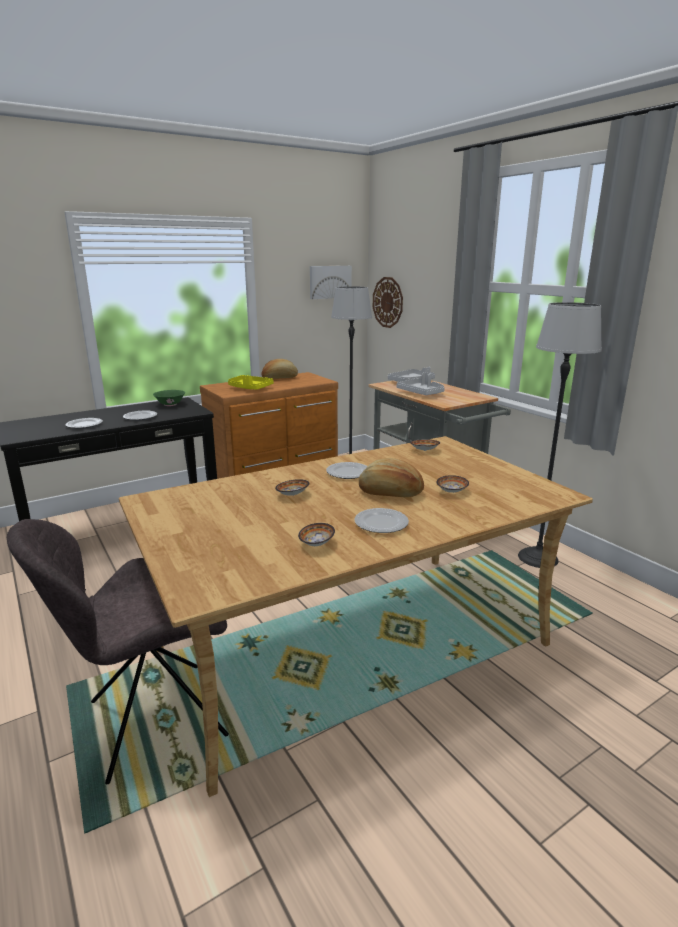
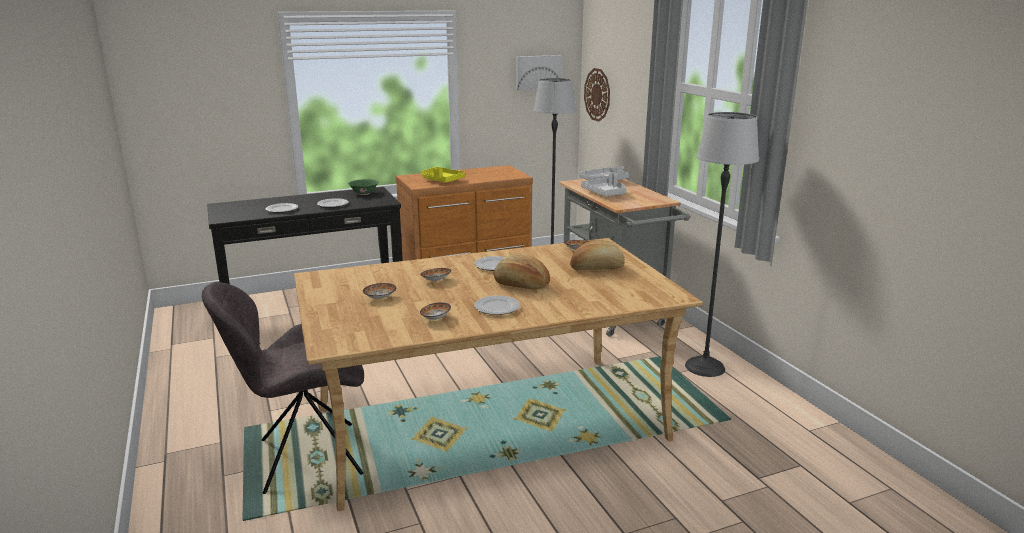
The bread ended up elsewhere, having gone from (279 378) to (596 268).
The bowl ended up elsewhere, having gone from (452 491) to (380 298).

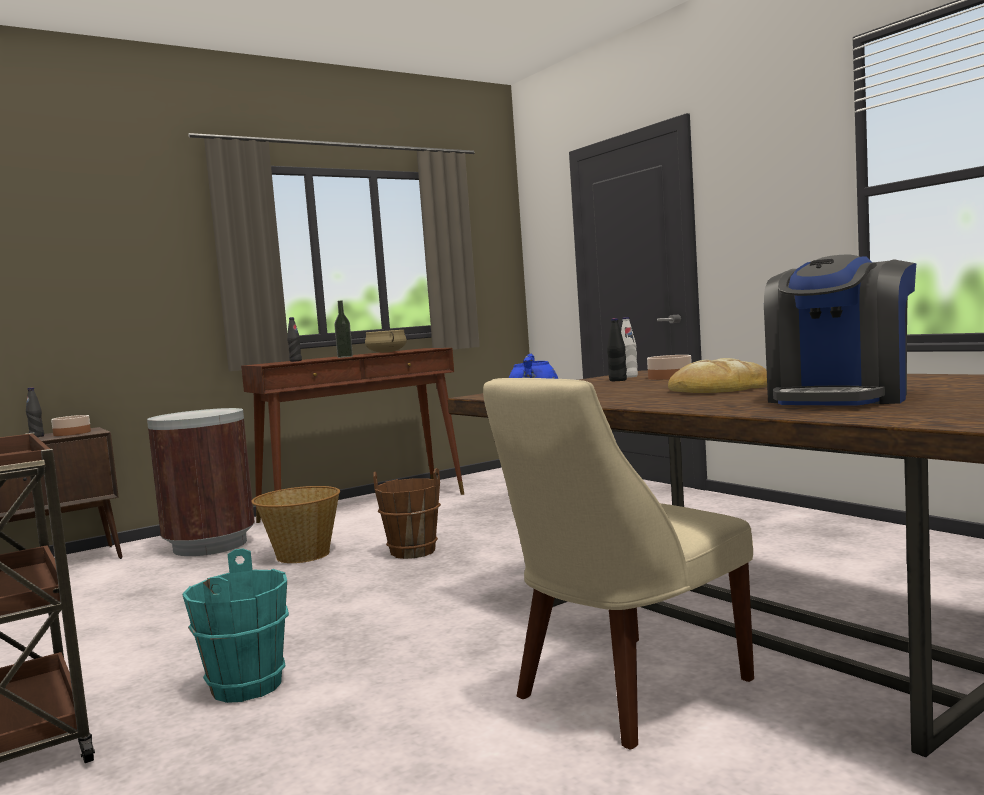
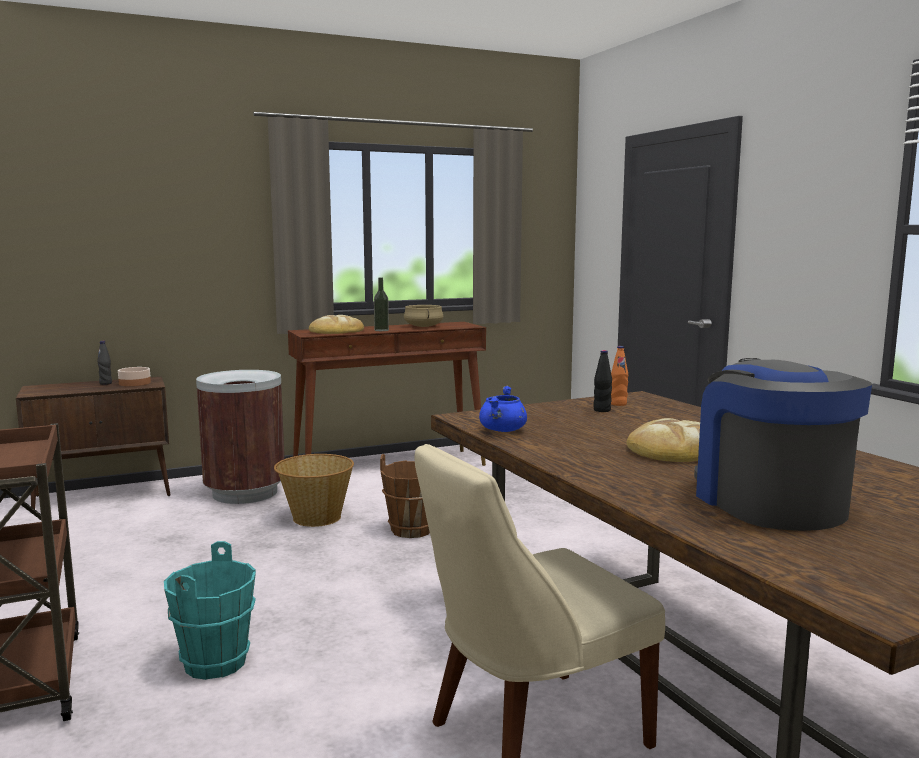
The coffee machine at (840 398) ended up facing another way, 120 degrees clockwise from before.
Where the bottle in black stood at (295 361), the bread came to stand at (335 331).
What was the bottle in white at (629 376) turned into the bottle in orange at (618 404).
The second view lost the bowl at (669 377).

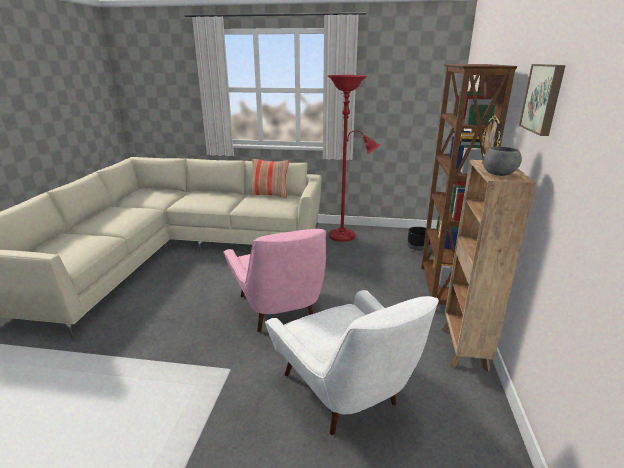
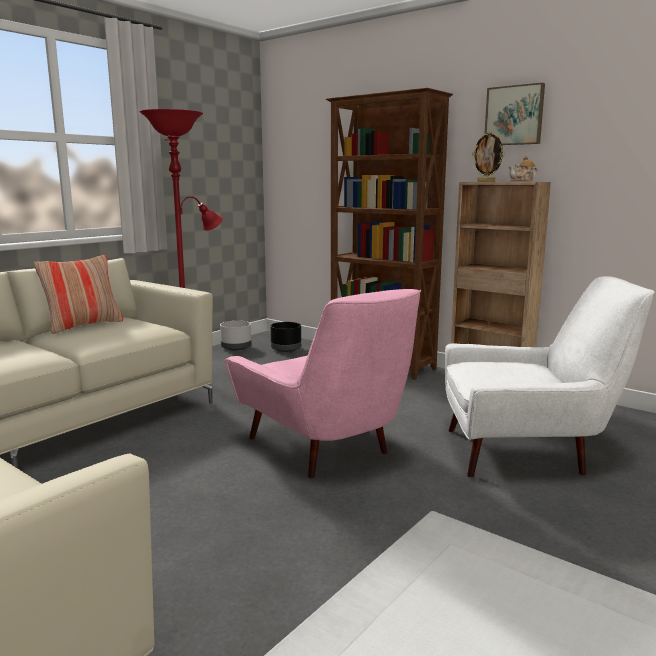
Where the bowl in grey stood at (499 175), the teapot came to stand at (522 181).
The armchair in pink at (280 312) ended up facing another way, 45 degrees clockwise from before.
The second view gained the planter in grey at (236 347).

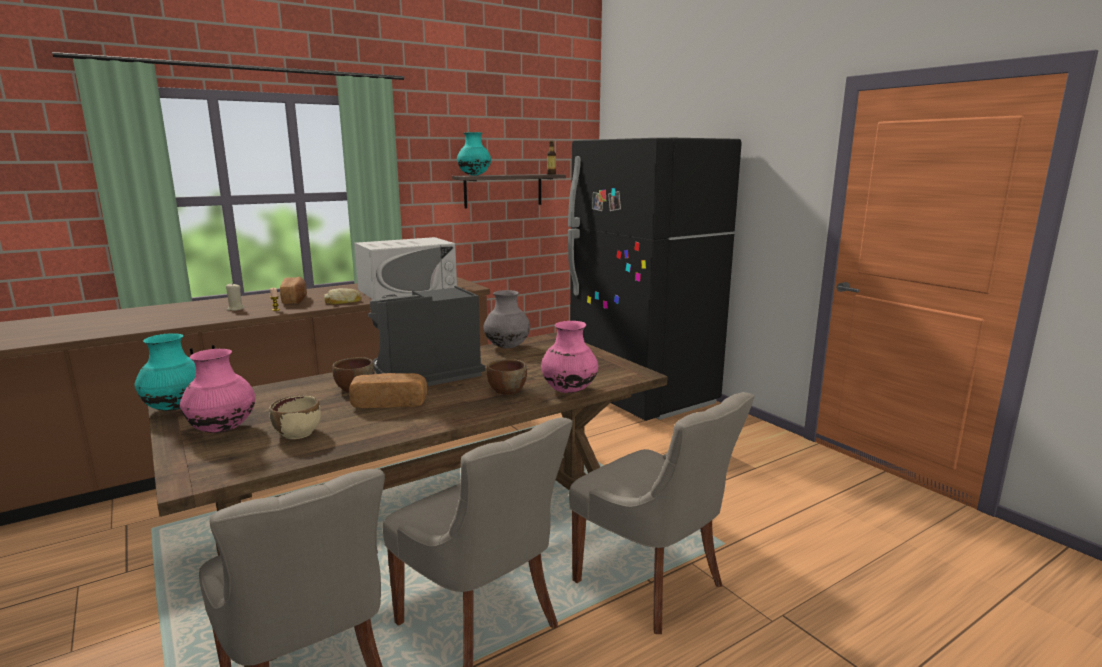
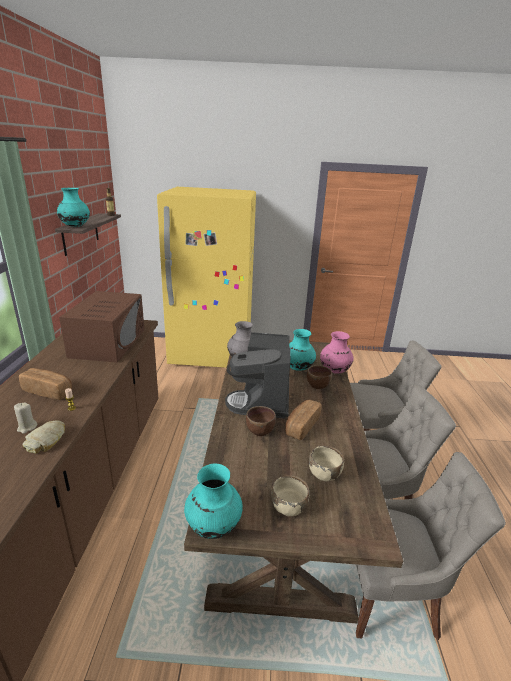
What was the fridge in black at (642 396) turned into the fridge in yellow at (211 355).
What was the microwave in white at (408 290) turned into the microwave in brown at (108 342).
The bread ended up elsewhere, having gone from (343 301) to (47 440).
Where the vase in pink stood at (223 429), the bowl in beige came to stand at (288 507).
The second view gained the vase in turquoise at (298 368).

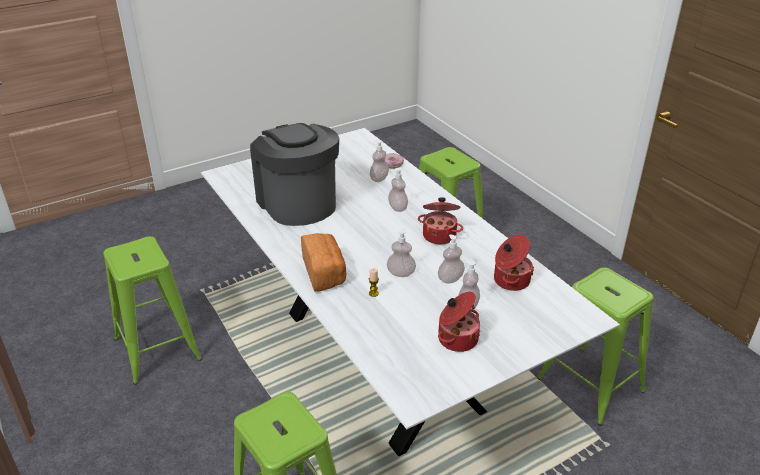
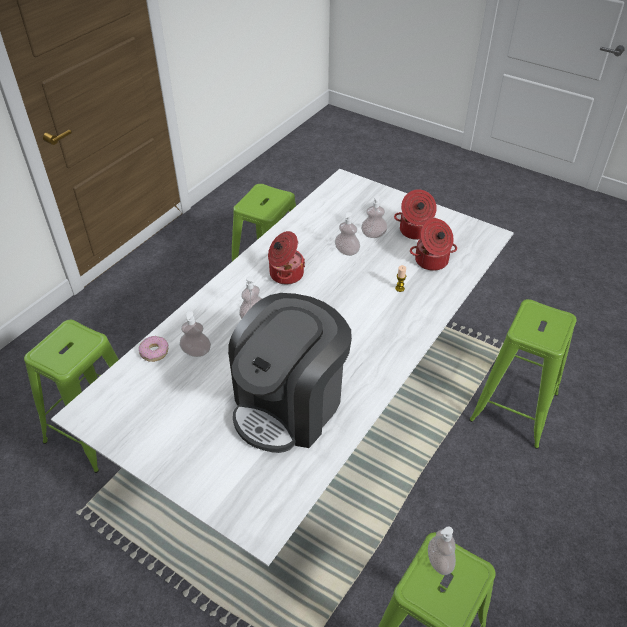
The soap dispenser ended up elsewhere, having gone from (401 273) to (439 561).
The second view lost the bread at (325 273).
The cooking pot ended up elsewhere, having gone from (510 280) to (431 261).

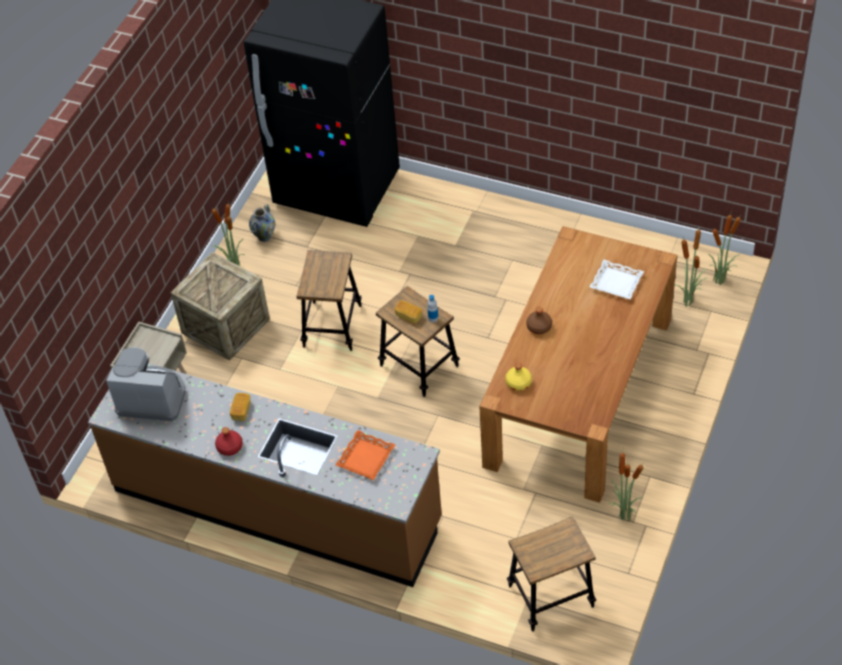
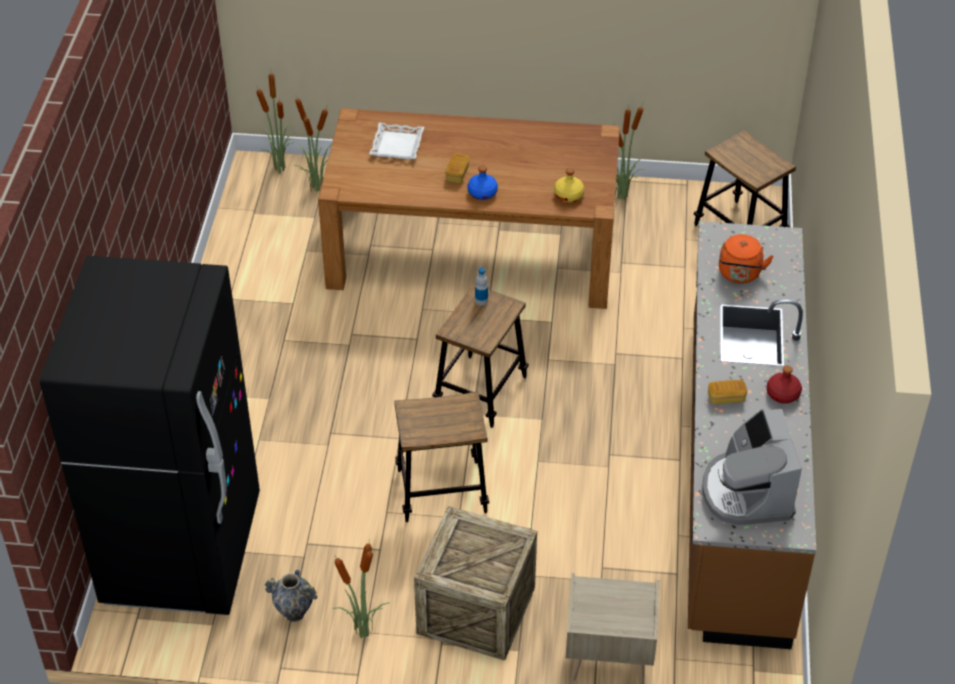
The bread ended up elsewhere, having gone from (409 316) to (457 174).
What was the bottle in brown at (539 327) turned into the bottle in blue at (483 193).
Where the tray in orange stood at (365 458), the kettle in orange came to stand at (739 274).

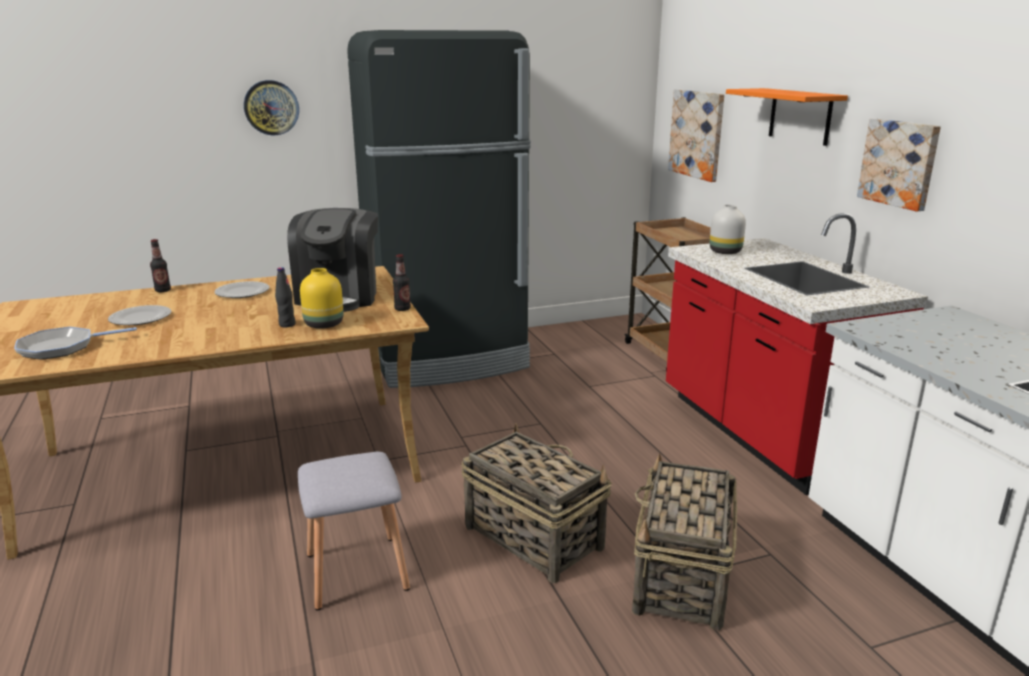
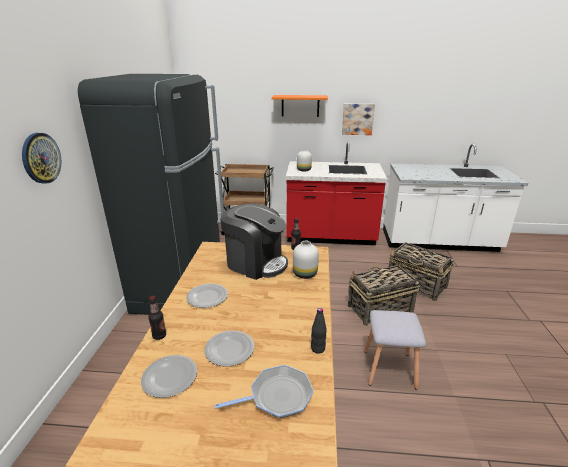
The second view lost the picture at (697 134).
The bottle in black ended up elsewhere, having gone from (287 324) to (318 349).
What was the vase in yellow at (325 324) turned into the vase in white at (305 273).
The frying pan at (62 347) ended up facing another way, 105 degrees counterclockwise from before.
The second view gained the plate at (169 377).

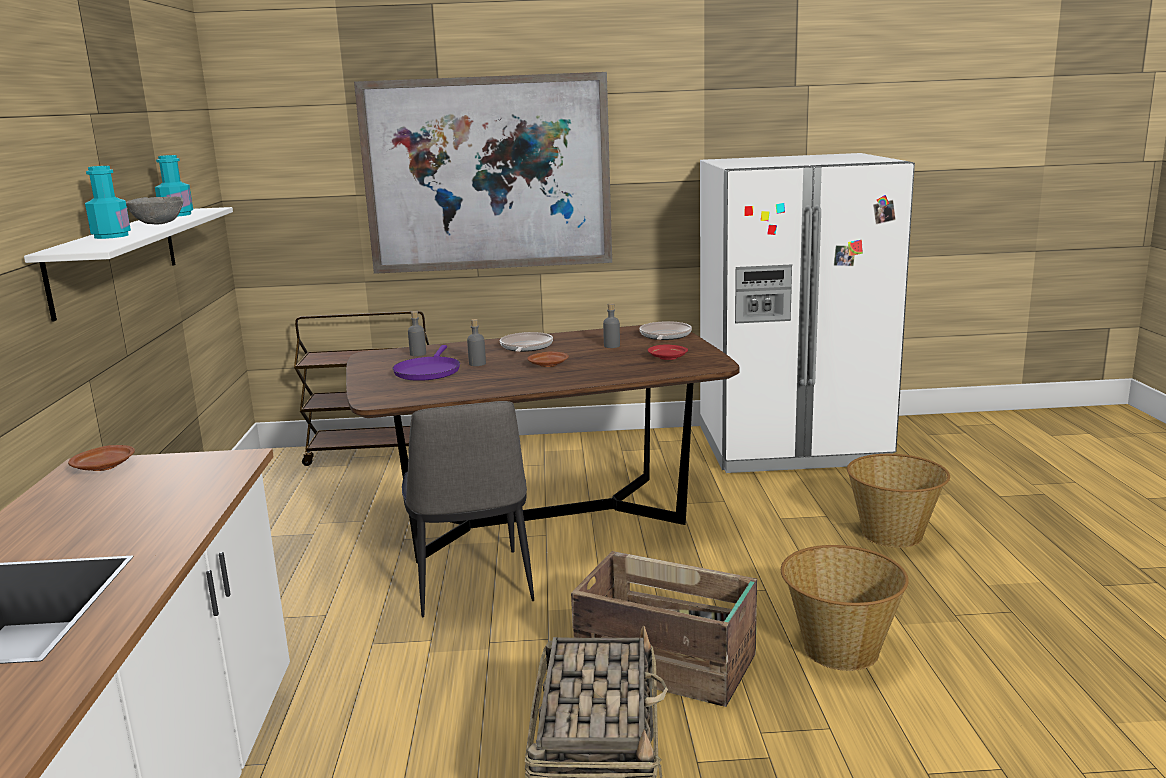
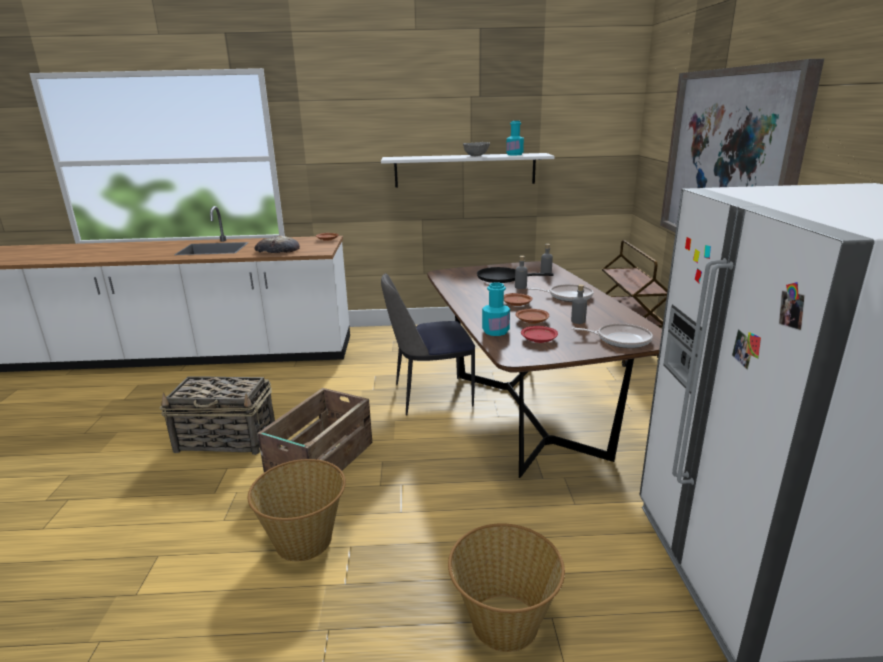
The bottle in turquoise ended up elsewhere, having gone from (111 236) to (495 331).
What was the frying pan in purple at (428 371) turned into the frying pan in black at (502 278).
The second view gained the bread at (277 250).
The second view gained the plate in brown at (531 321).

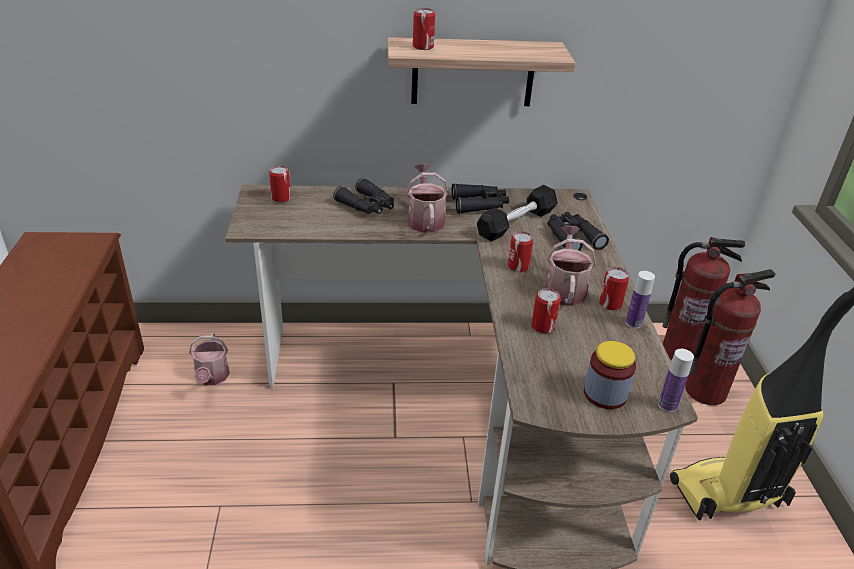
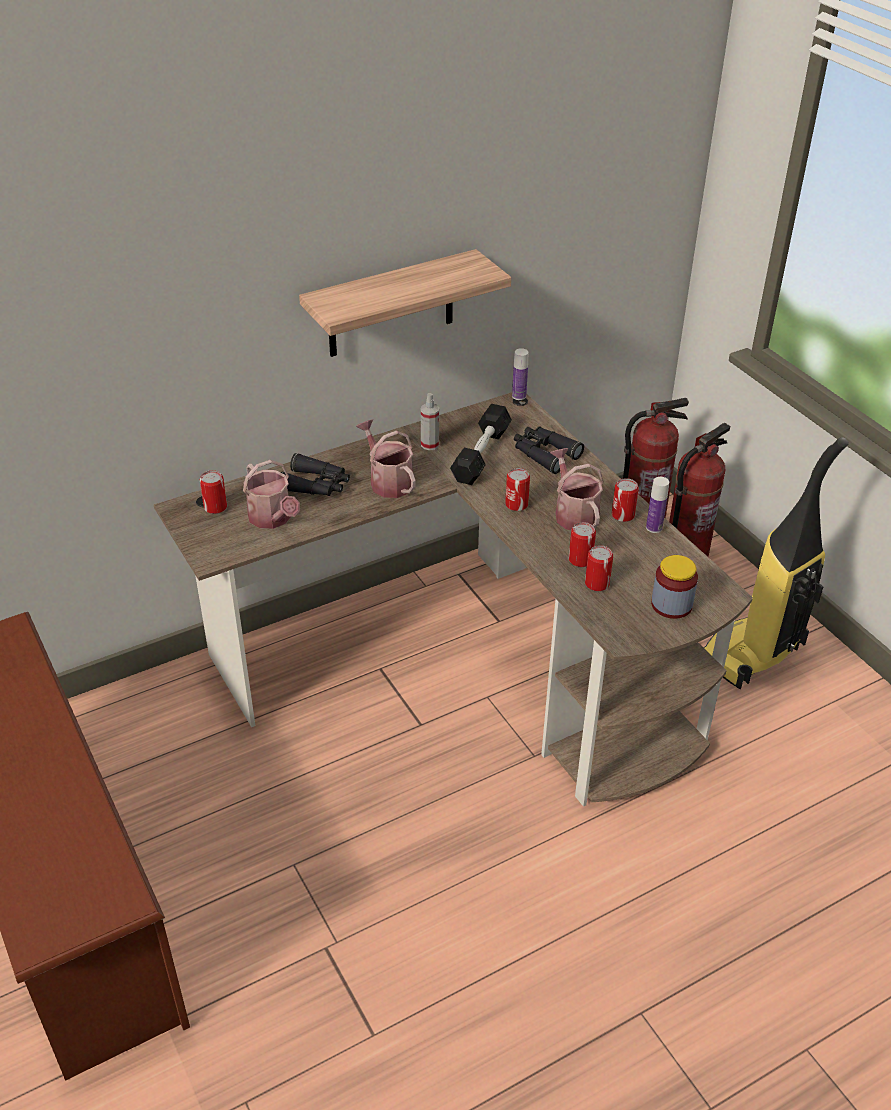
The can ended up elsewhere, having gone from (423 47) to (597 583).
Where the binoculars in black stood at (480 205), the spray bottle came to stand at (430 444).
The watering can ended up elsewhere, having gone from (211 377) to (273 519).
The bottle ended up elsewhere, having gone from (667 405) to (519 396).

